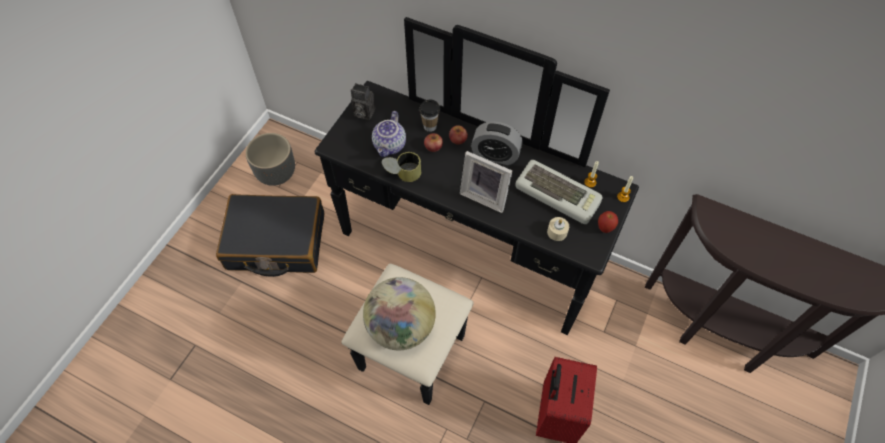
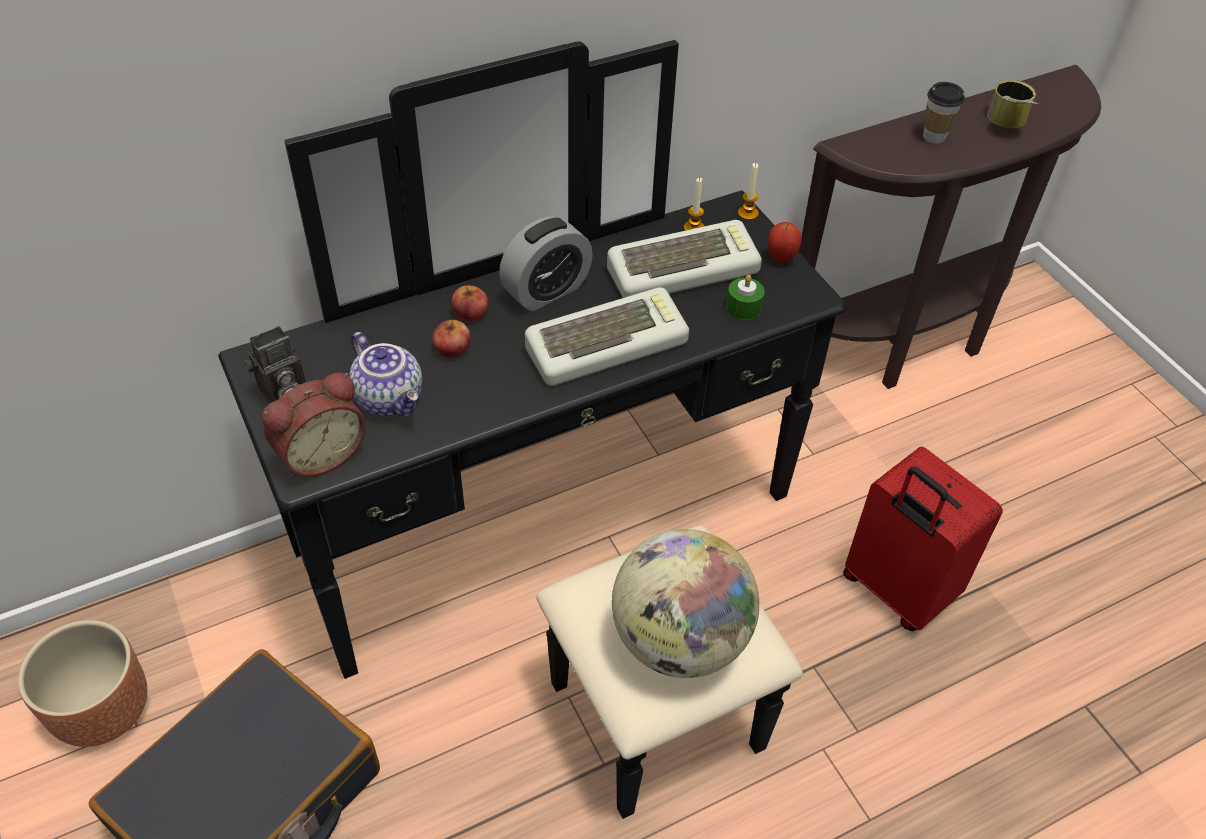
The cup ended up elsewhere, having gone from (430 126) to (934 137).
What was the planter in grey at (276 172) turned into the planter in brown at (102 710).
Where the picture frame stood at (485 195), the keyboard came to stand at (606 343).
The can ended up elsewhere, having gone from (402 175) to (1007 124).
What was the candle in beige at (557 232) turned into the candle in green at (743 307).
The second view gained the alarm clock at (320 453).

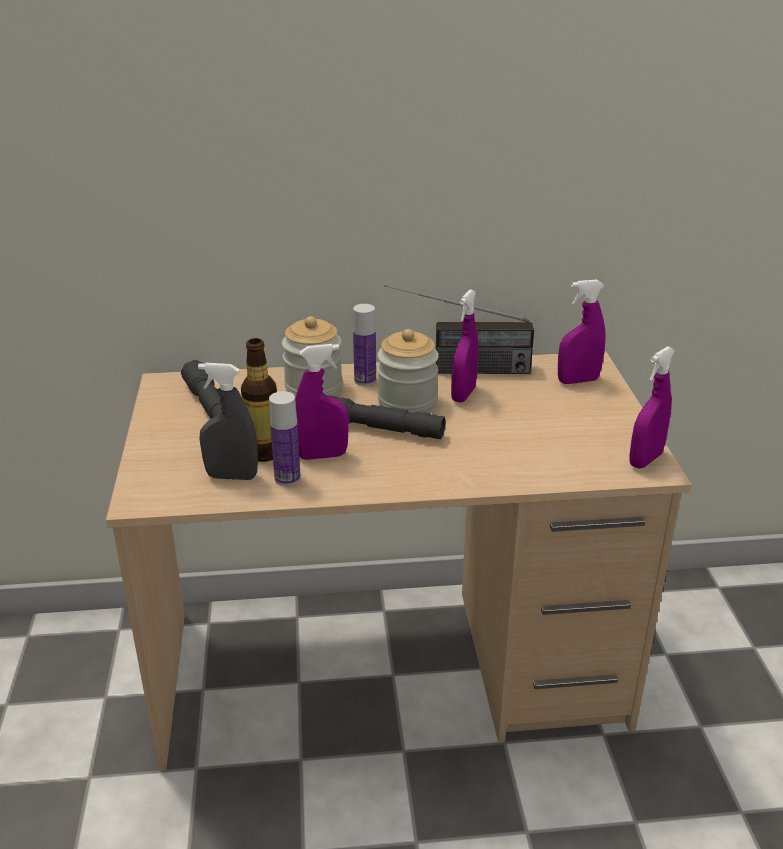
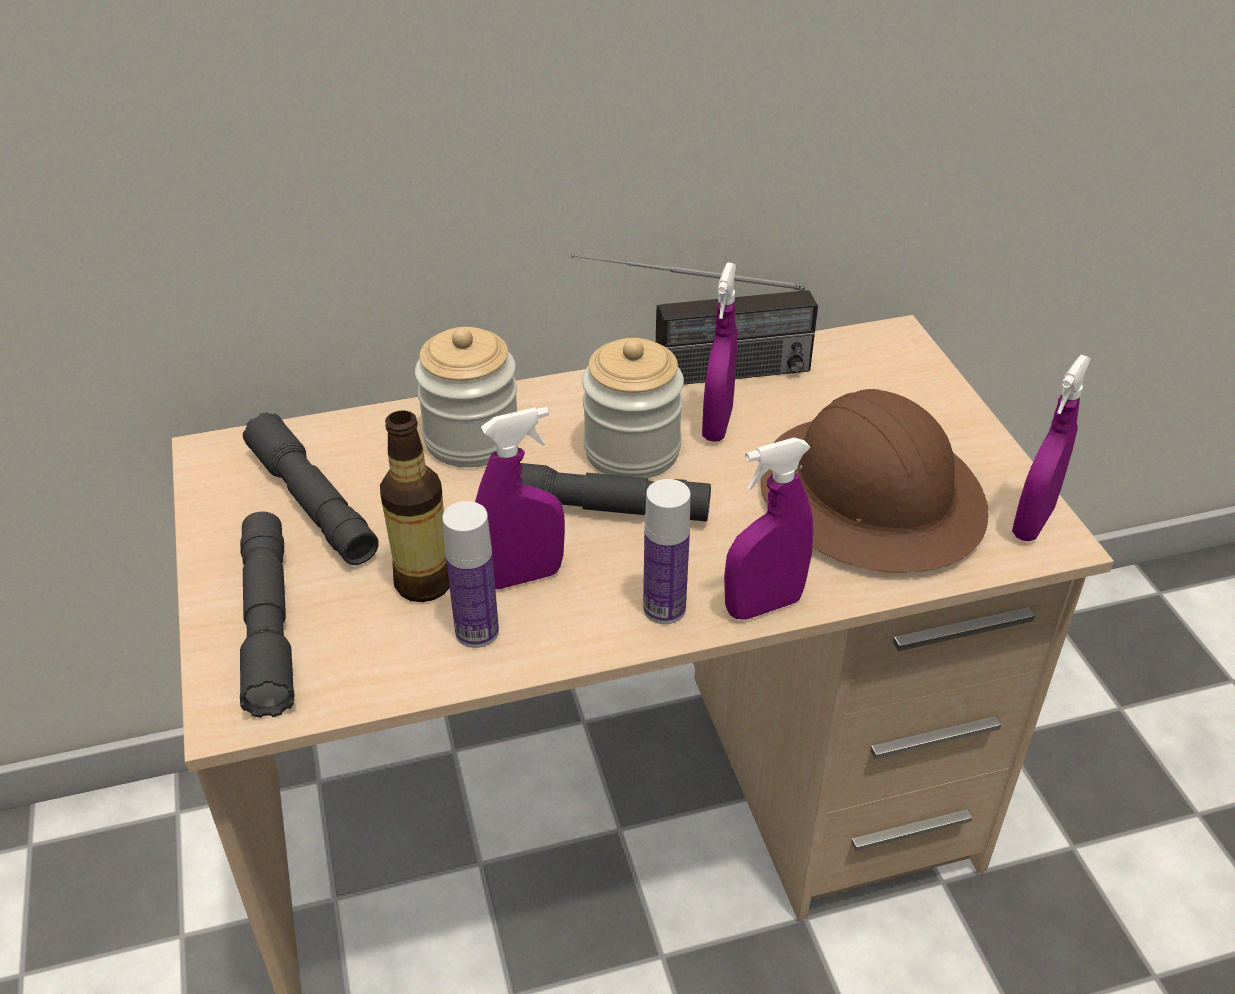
The spray bottle in purple ended up elsewhere, having gone from (578 381) to (763 605).
The bottle ended up elsewhere, having gone from (365 380) to (664 608).
The second view lost the spray bottle in grey at (232 476).
The second view gained the hard hat in brown at (871 497).
The second view gained the flashlight in grey at (268 624).

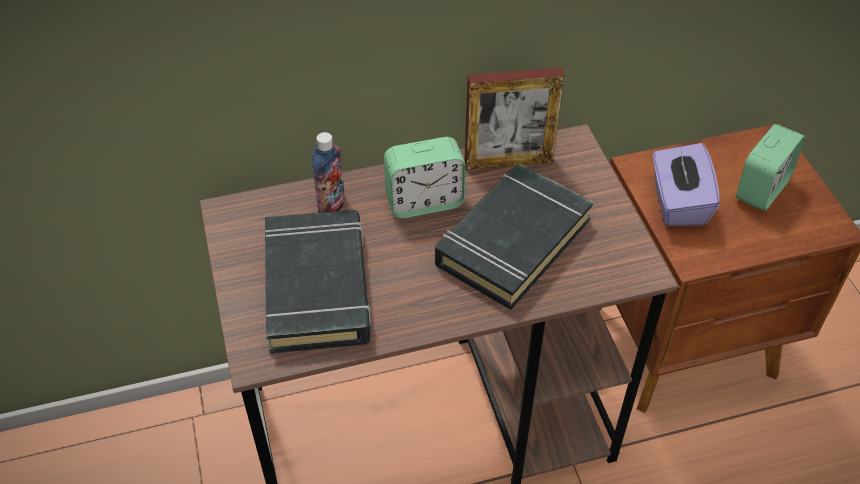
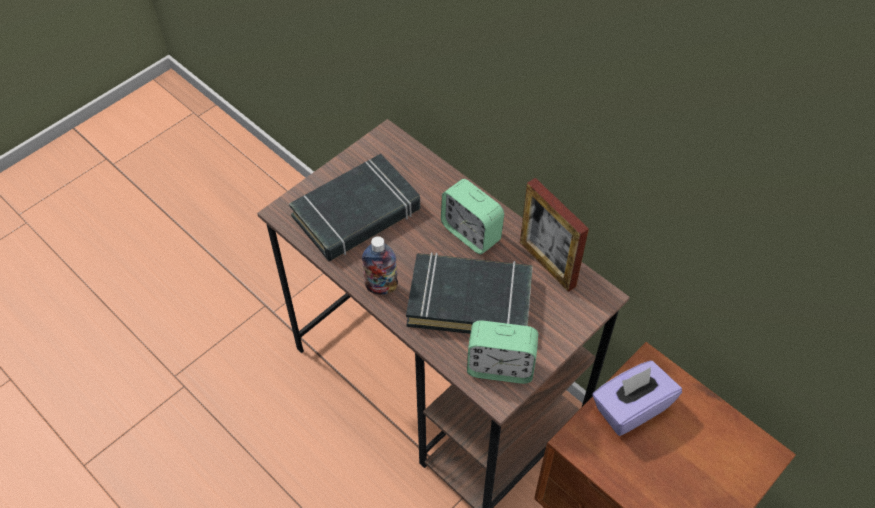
The alarm clock ended up elsewhere, having gone from (761 189) to (500 367).
The bottle ended up elsewhere, having gone from (331 205) to (381 287).

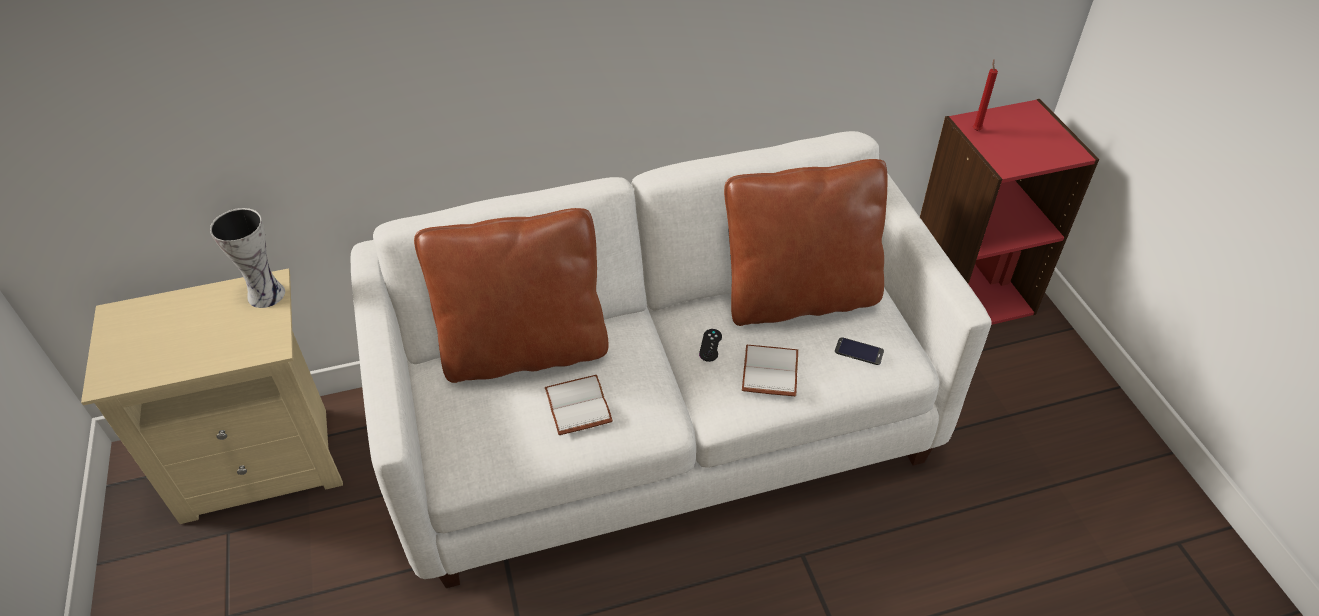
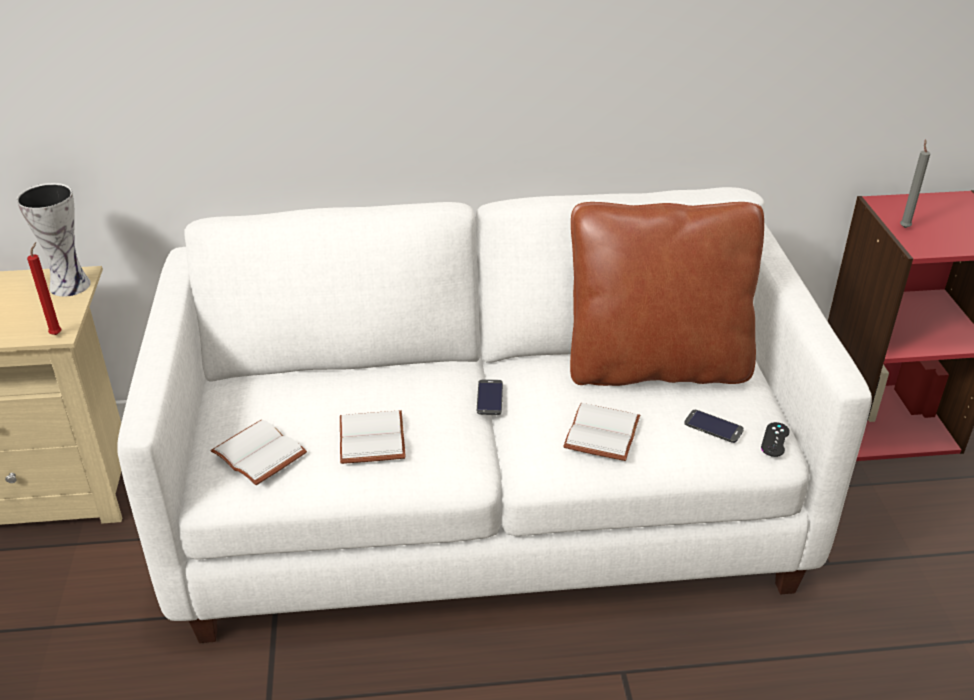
The candle in red ended up elsewhere, having gone from (976 129) to (57 333).
The second view lost the pillow in brown at (524 350).
The game controller in black ended up elsewhere, having gone from (710 345) to (775 439).
The second view gained the candle in grey at (904 227).
The second view gained the phone at (490 397).
The second view gained the book in white at (262 453).

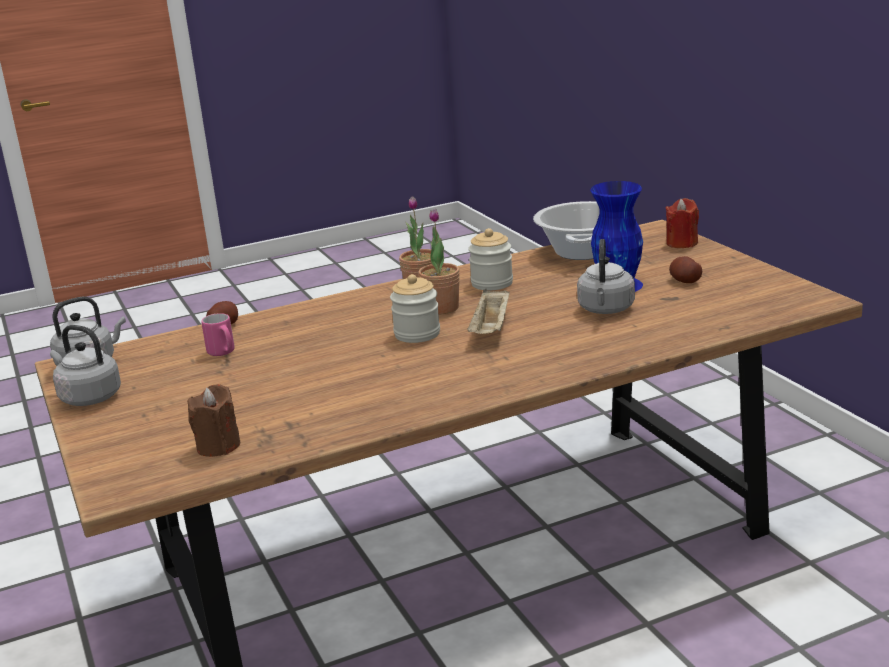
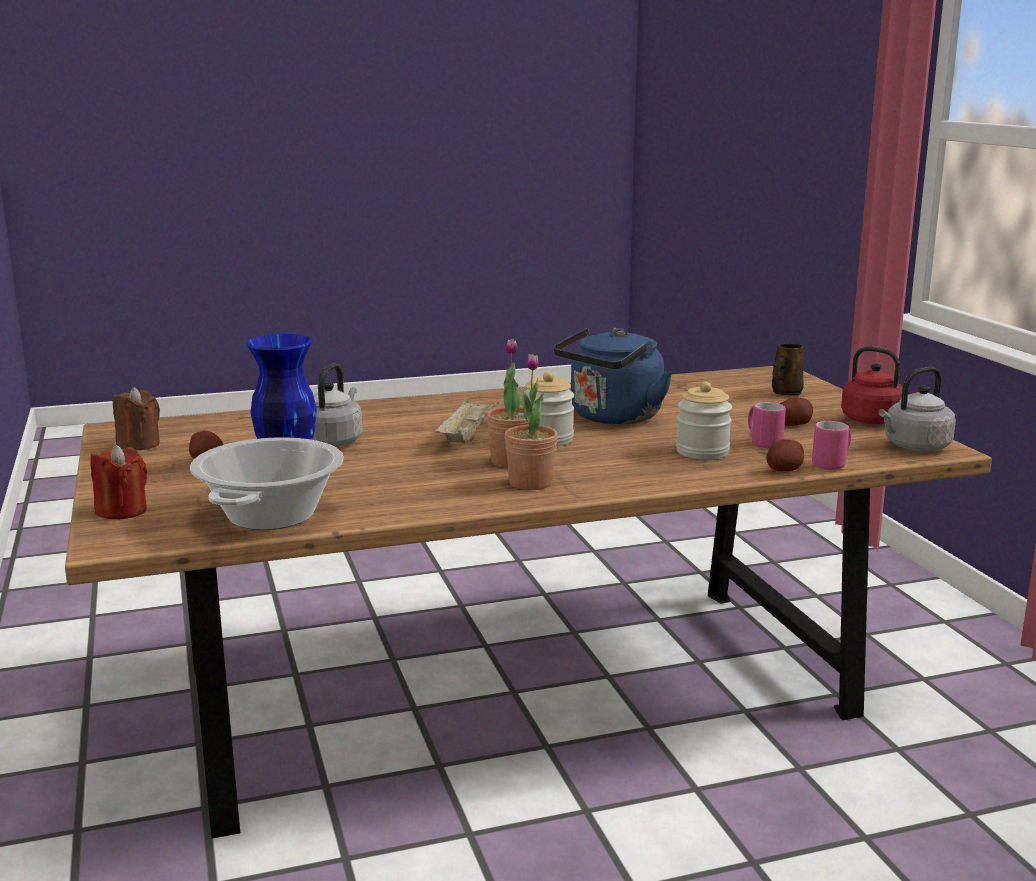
The jar ended up elsewhere, having gone from (492 283) to (702 451).
What was the kettle in grey at (88 397) turned into the kettle in red at (875 421).
The candle in brown ended up elsewhere, having gone from (218 446) to (139 444).
The second view gained the kettle in blue at (612 418).
The second view gained the mug in brown at (785 393).
The second view gained the potato at (793 424).
The second view gained the mug in pink at (832 464).

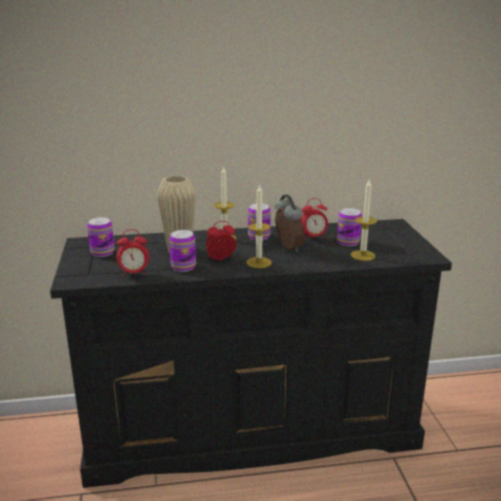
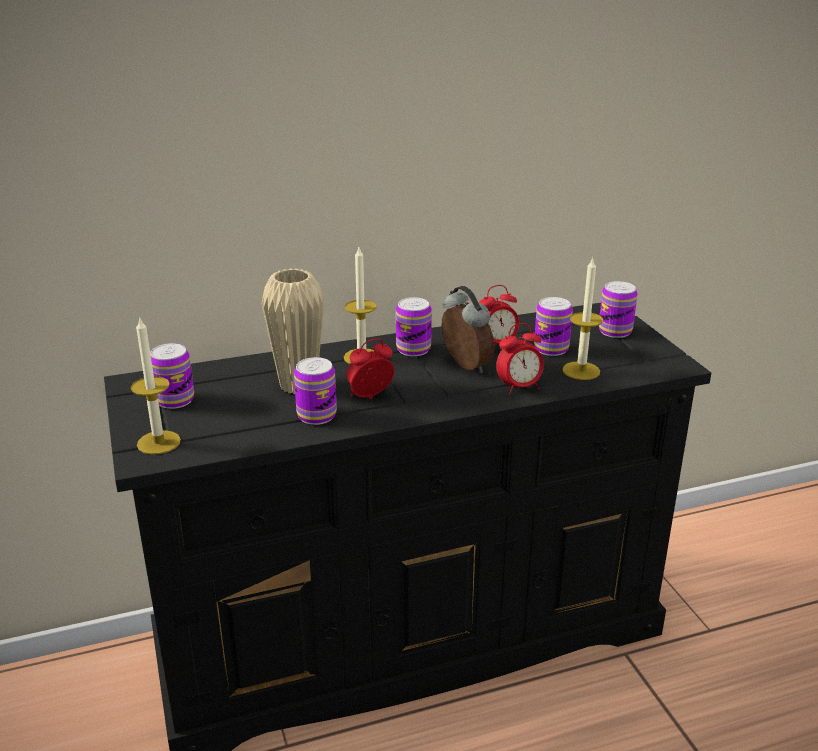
The candle ended up elsewhere, having gone from (259 262) to (159 442).
The alarm clock ended up elsewhere, having gone from (134 274) to (519 387).
The second view gained the can at (615 331).

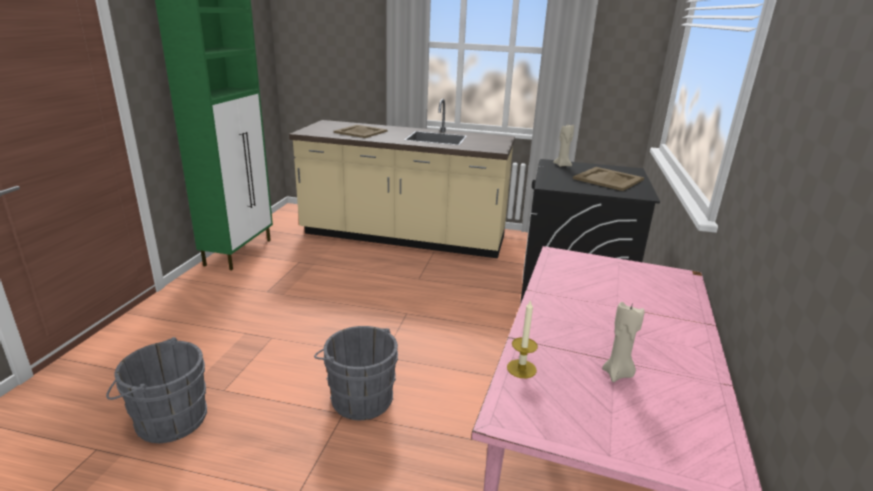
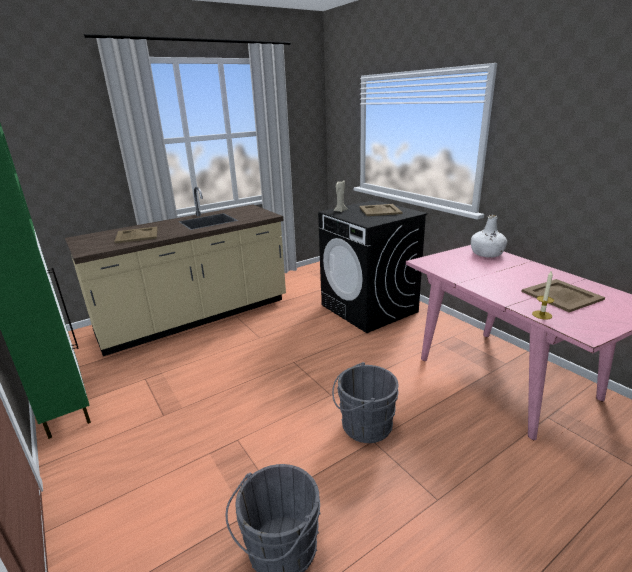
Where the candle in beige stood at (617 374), the tray in beige came to stand at (562 296).
The second view gained the bottle in white at (487 254).

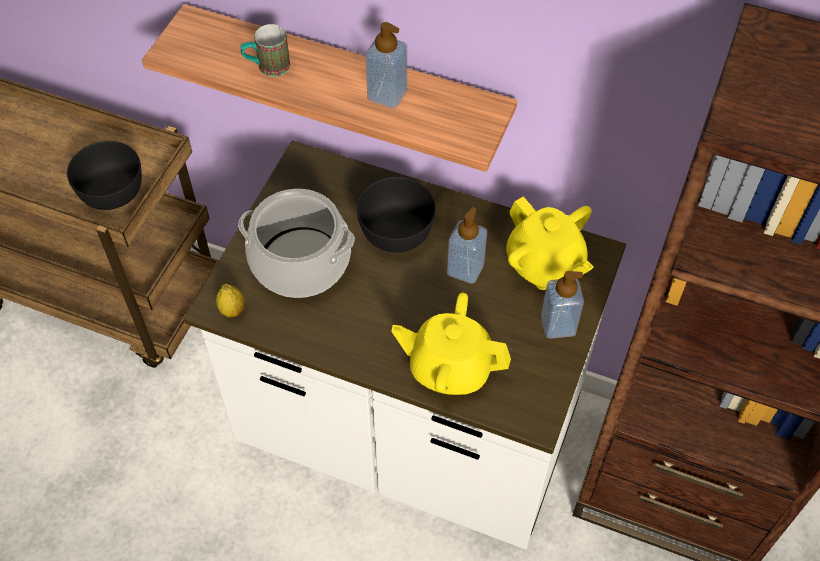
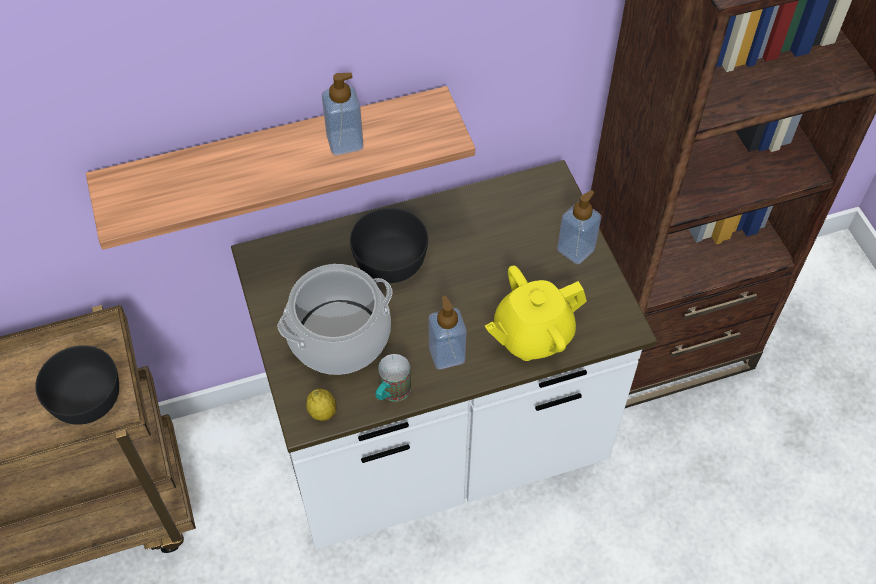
The mug ended up elsewhere, having gone from (267 67) to (391 393).
The second view lost the teapot in yellow at (544 265).
The soap dispenser ended up elsewhere, having gone from (465 269) to (447 354).

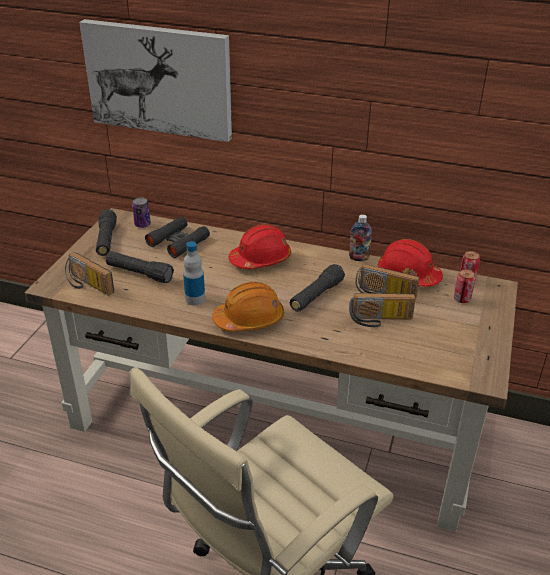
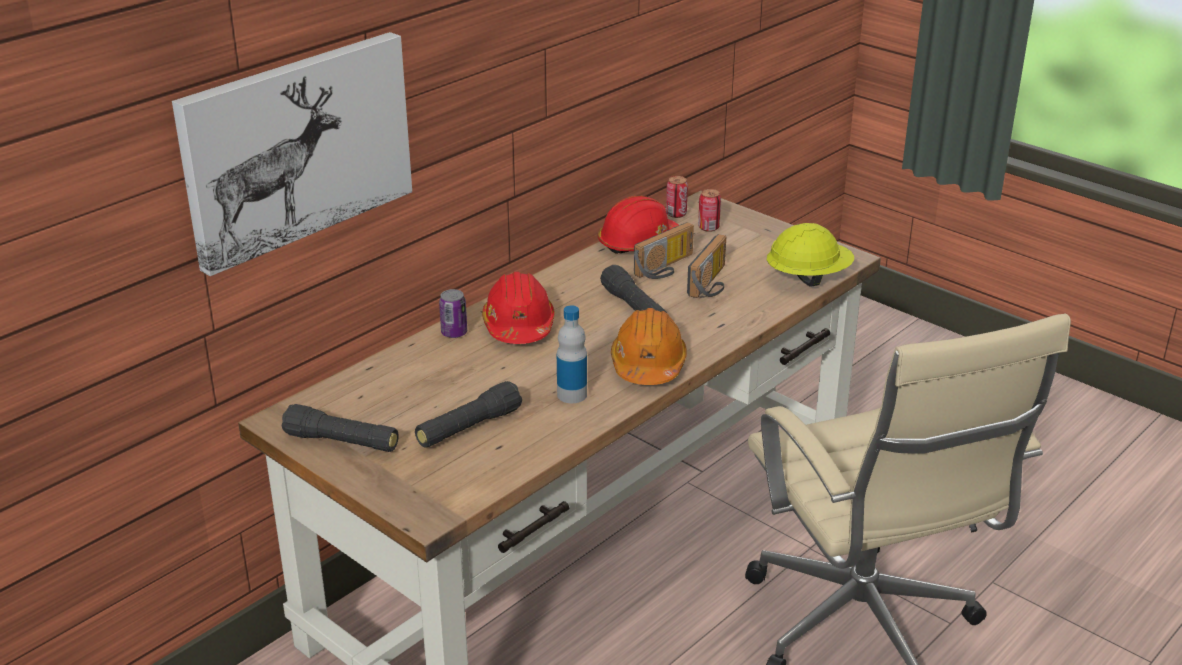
The can ended up elsewhere, having gone from (142 224) to (454 333).
The second view lost the bottle at (358 258).
The second view lost the binoculars in black at (178 242).
The second view lost the radio at (87 285).
The second view gained the hard hat in yellow at (808 278).

